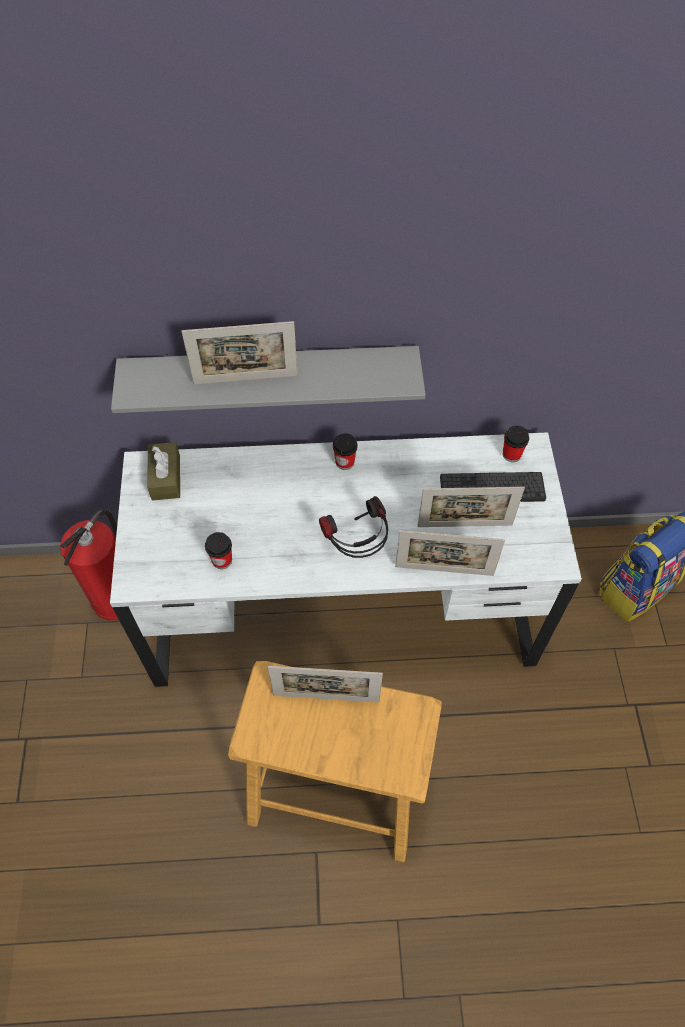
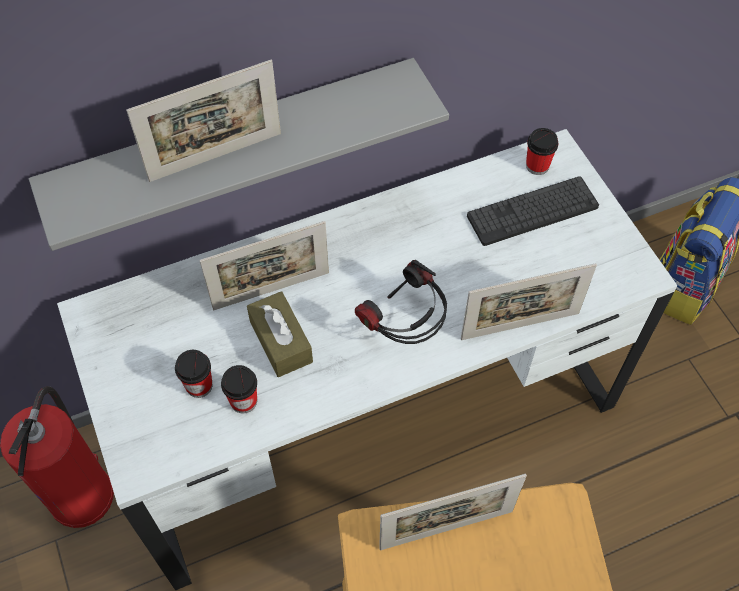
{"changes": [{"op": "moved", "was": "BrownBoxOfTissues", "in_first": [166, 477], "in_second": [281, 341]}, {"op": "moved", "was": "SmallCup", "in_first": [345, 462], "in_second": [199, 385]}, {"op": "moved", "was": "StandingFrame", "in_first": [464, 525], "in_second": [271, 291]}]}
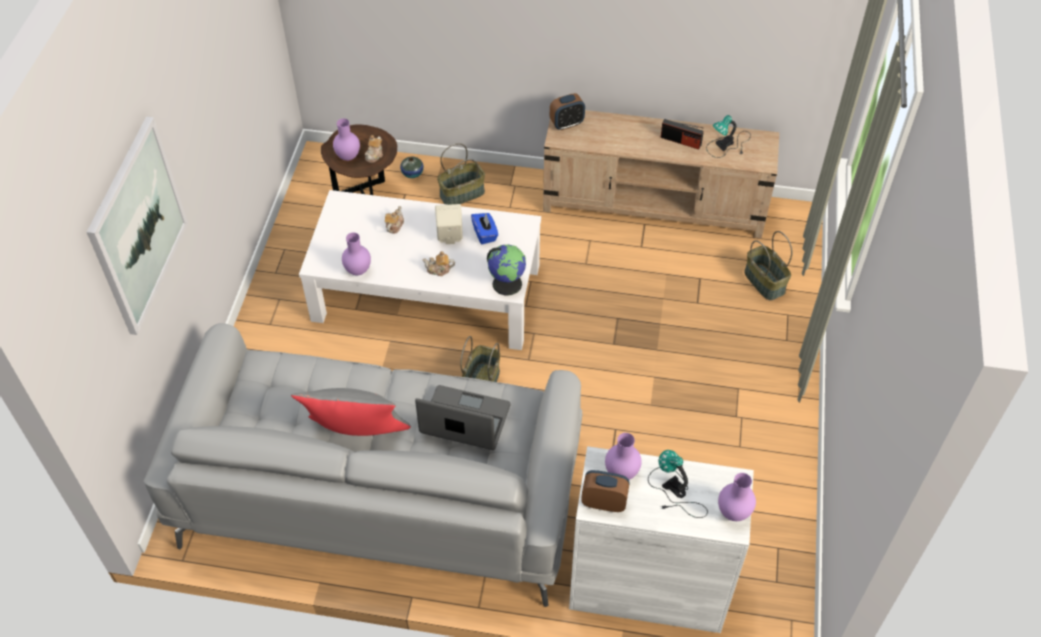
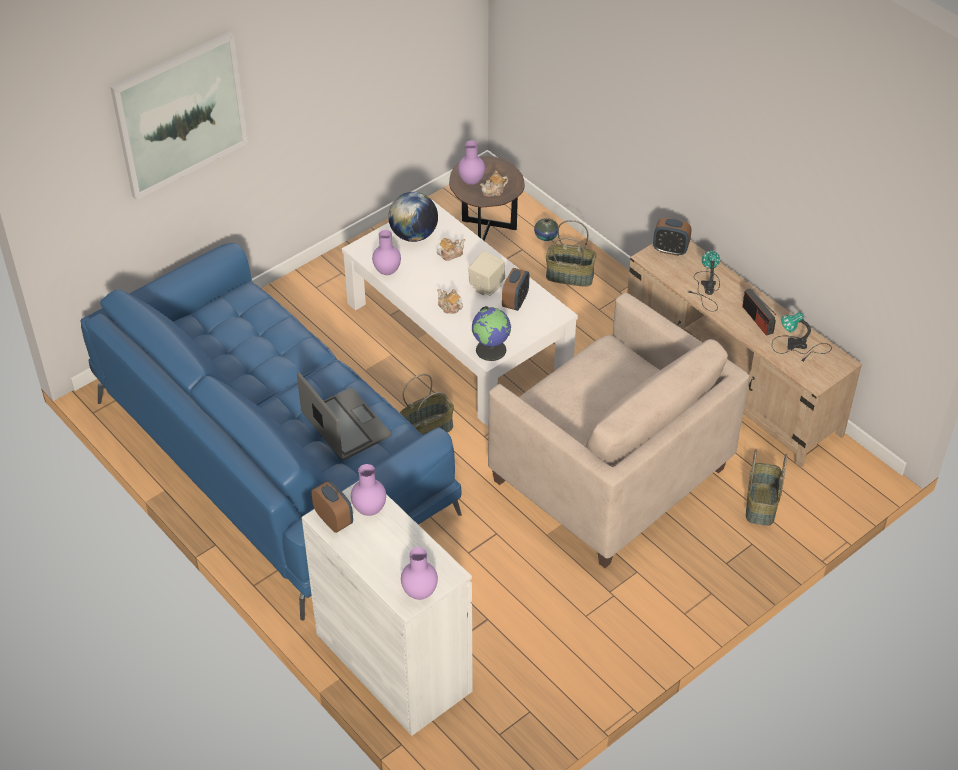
{"changes": [{"op": "recoloured", "was": "GreyCouch", "now": "BlueCouch", "in_first": [379, 489], "in_second": [271, 455]}, {"op": "removed", "was": "GreyThrowPillow", "in_first": [356, 434]}, {"op": "replaced", "was": "BlueBoxOfTissues", "now": "TableClock", "in_first": [485, 234], "in_second": [515, 302]}, {"op": "moved", "was": "TableLamp", "in_first": [675, 492], "in_second": [706, 289]}, {"op": "added", "now": "DeskGlobe", "in_second": [413, 235]}, {"op": "added", "now": "BeigeEasyChair", "in_second": [610, 473]}]}
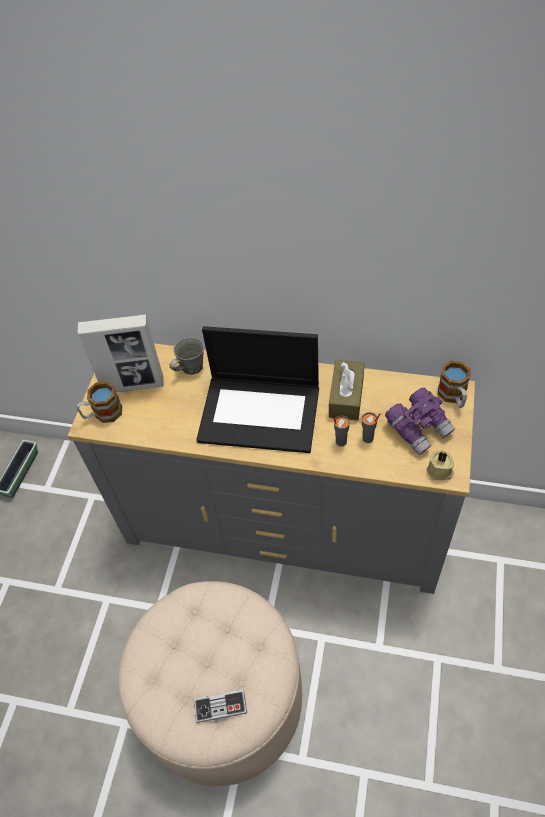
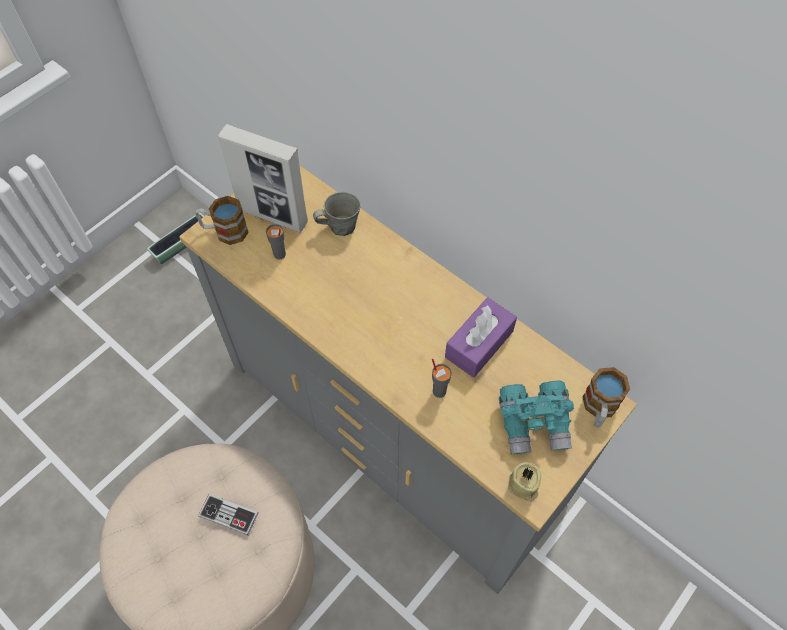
{"changes": [{"op": "moved", "was": "Gamepad", "in_first": [220, 706], "in_second": [229, 515]}, {"op": "removed", "was": "PortableComputer", "in_first": [261, 413]}, {"op": "recoloured", "was": "BrownBoxOfTissues", "now": "PurpleBoxOfTissues", "in_first": [346, 397], "in_second": [479, 344]}, {"op": "moved", "was": "GreySmallCup", "in_first": [368, 438], "in_second": [279, 254]}, {"op": "recoloured", "was": "PurplePairOfBinoculars", "now": "TurquoisePairOfBinoculars", "in_first": [419, 428], "in_second": [534, 423]}]}
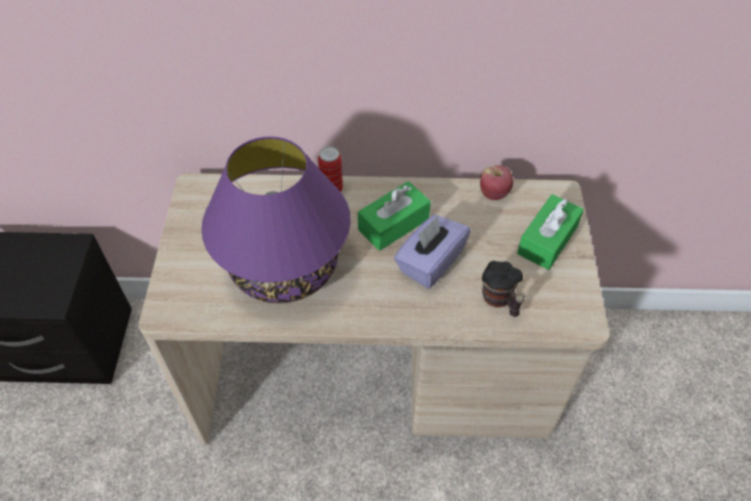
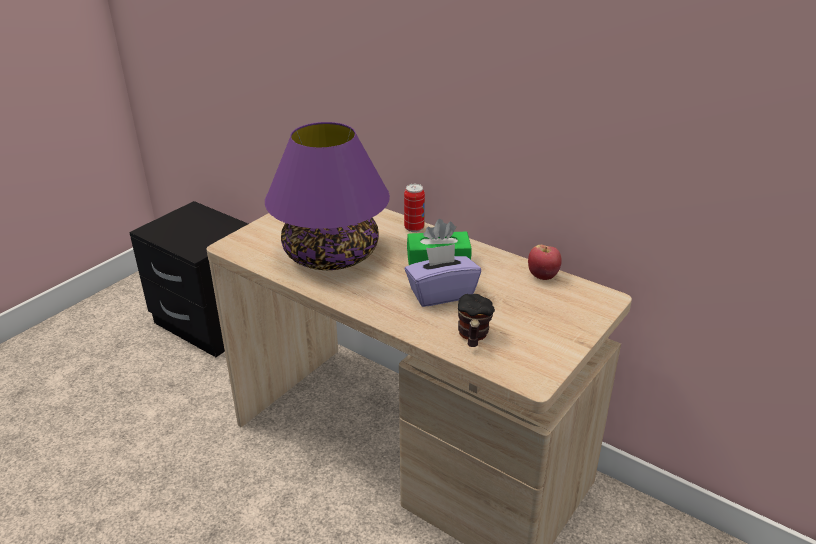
{"changes": [{"op": "removed", "was": "GreenBoxOfTissues", "in_first": [547, 240]}]}
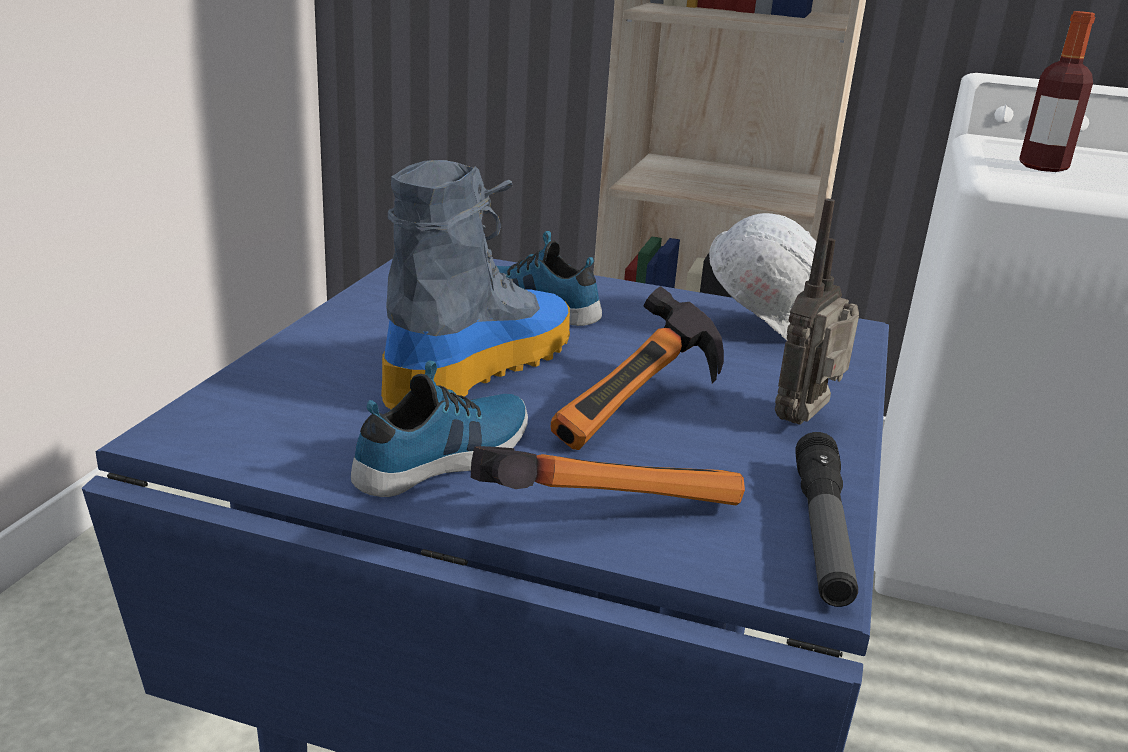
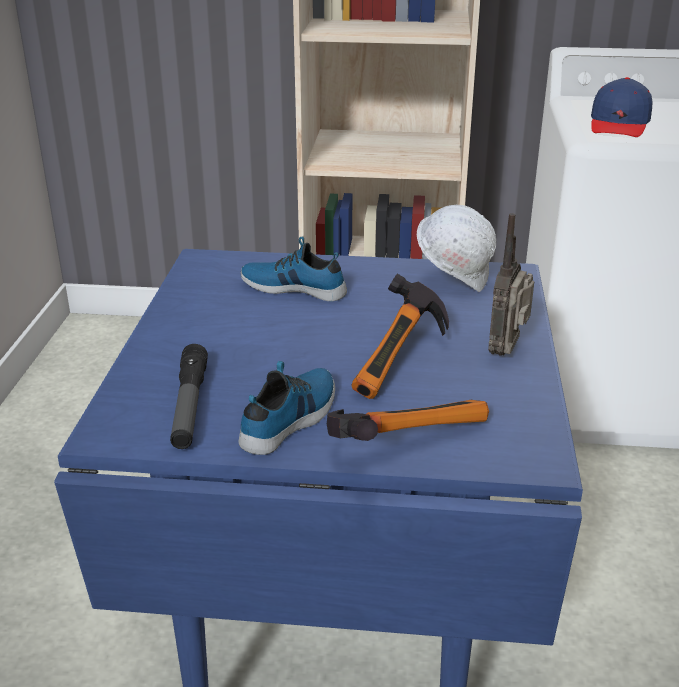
{"changes": [{"op": "removed", "was": "Boot", "in_first": [480, 366]}, {"op": "moved", "was": "Flashlight", "in_first": [822, 532], "in_second": [189, 406]}, {"op": "replaced", "was": "DrinkBottle", "now": "BlueCap", "in_first": [1043, 167], "in_second": [619, 124]}]}
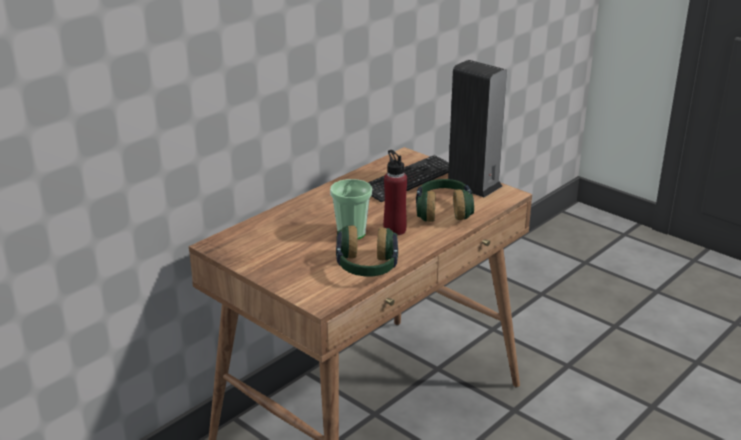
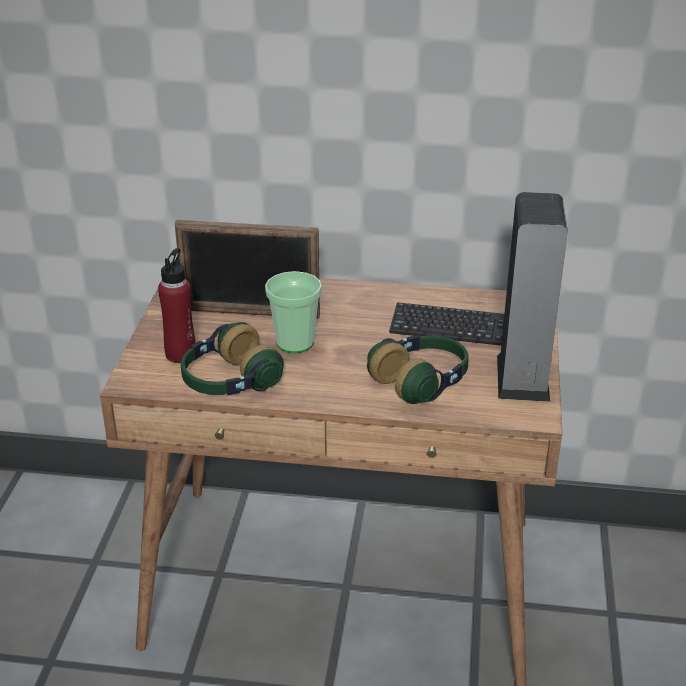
{"changes": [{"op": "moved", "was": "RedDrinkBottle", "in_first": [394, 230], "in_second": [181, 354]}, {"op": "added", "now": "StandingFrame", "in_second": [250, 313]}]}
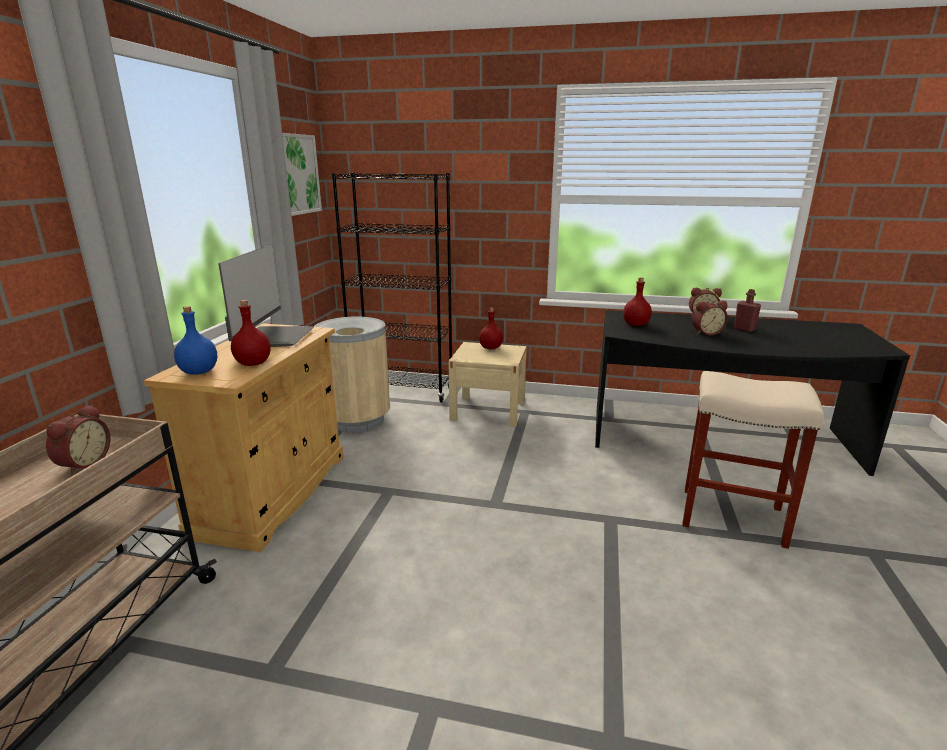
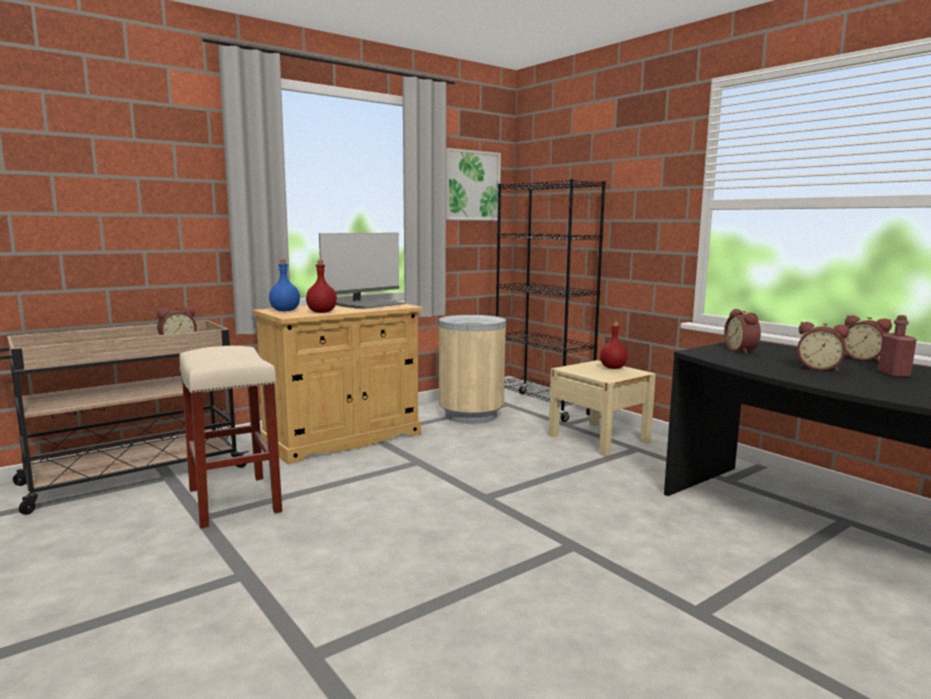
{"changes": [{"op": "replaced", "was": "RedDrinkBottle", "now": "TableClock", "in_first": [636, 324], "in_second": [742, 350]}, {"op": "moved", "was": "BeigeStoolSeat", "in_first": [730, 516], "in_second": [233, 500]}]}
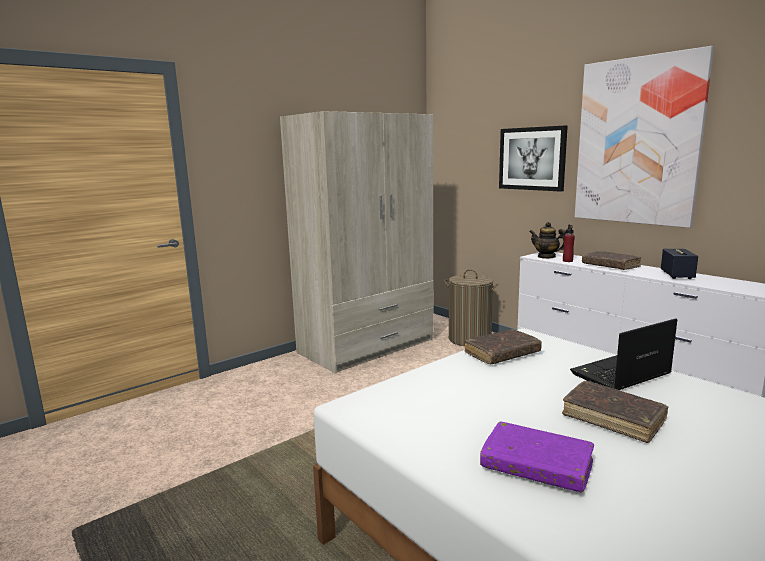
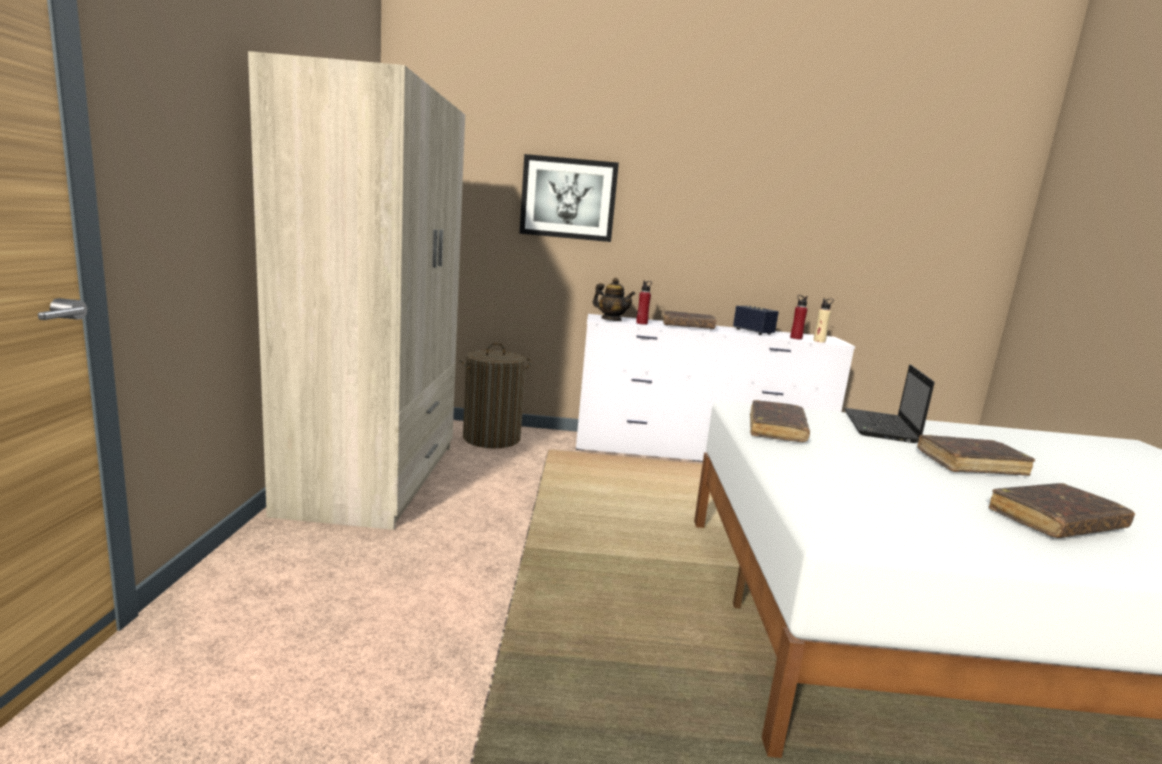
{"changes": [{"op": "recoloured", "was": "PurpleBoundBook", "now": "BrownBoundBook", "in_first": [536, 466], "in_second": [1055, 521]}, {"op": "turned", "was": "PotForTea", "in_first": [546, 257], "in_second": [611, 320], "clockwise": -135}, {"op": "removed", "was": "Picture", "in_first": [637, 142]}, {"op": "added", "now": "RedDrinkBottle", "in_second": [796, 338]}, {"op": "added", "now": "BeigeDrinkBottle", "in_second": [819, 341]}]}
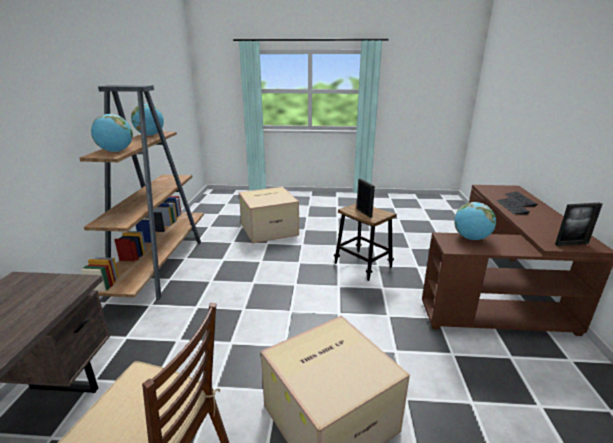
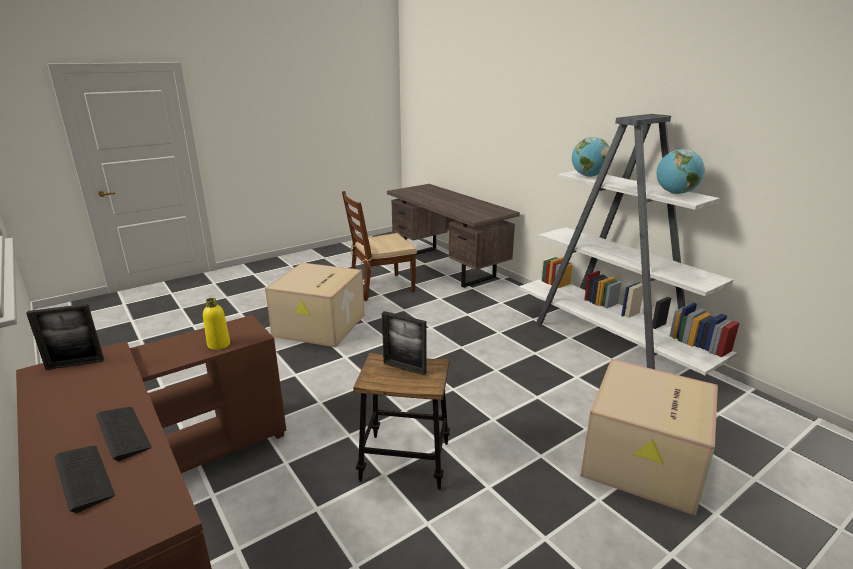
{"changes": [{"op": "recoloured", "was": "BrownBookshelf", "now": "WhitishBookshelf", "in_first": [160, 265], "in_second": [610, 342]}, {"op": "replaced", "was": "DeskGlobe", "now": "YellowishDrinkBottle", "in_first": [471, 238], "in_second": [219, 344]}, {"op": "turned", "was": "StandingFrame", "in_first": [571, 244], "in_second": [75, 364], "clockwise": -150}]}
